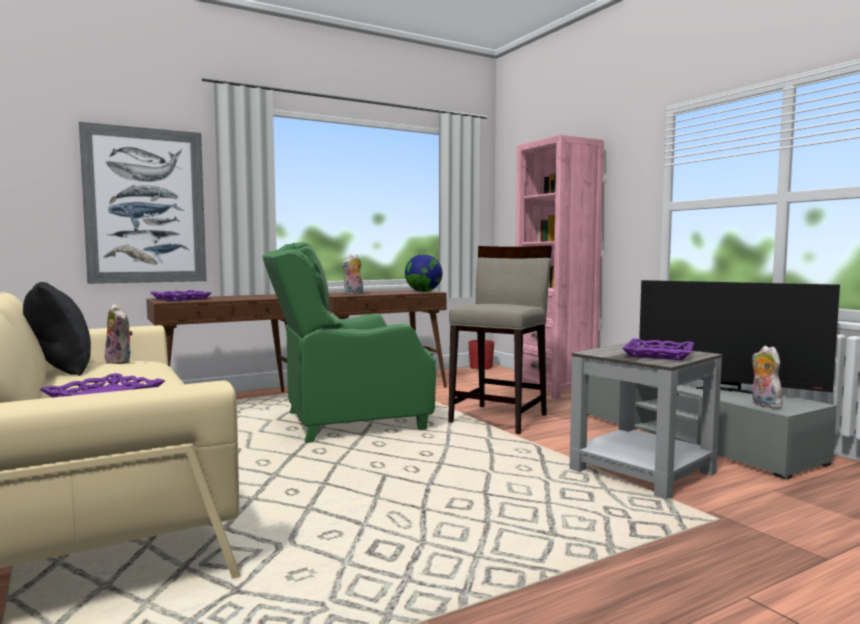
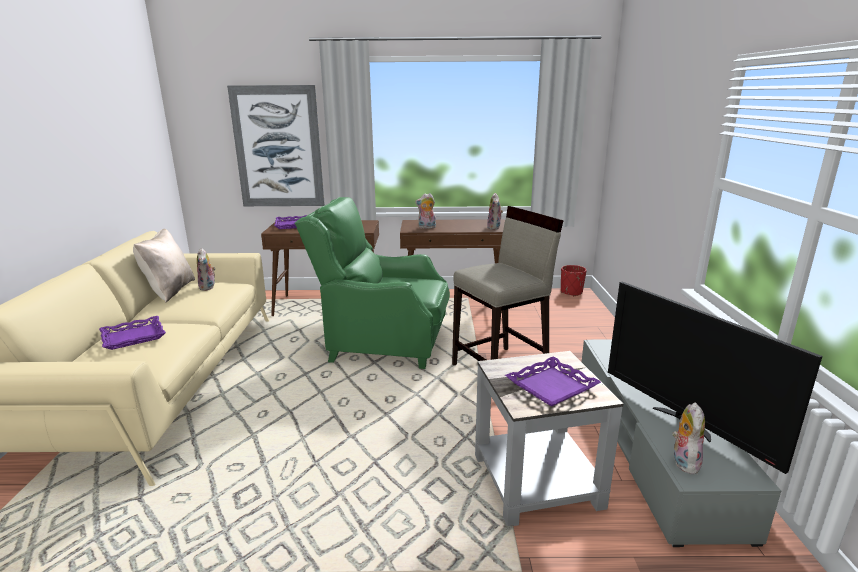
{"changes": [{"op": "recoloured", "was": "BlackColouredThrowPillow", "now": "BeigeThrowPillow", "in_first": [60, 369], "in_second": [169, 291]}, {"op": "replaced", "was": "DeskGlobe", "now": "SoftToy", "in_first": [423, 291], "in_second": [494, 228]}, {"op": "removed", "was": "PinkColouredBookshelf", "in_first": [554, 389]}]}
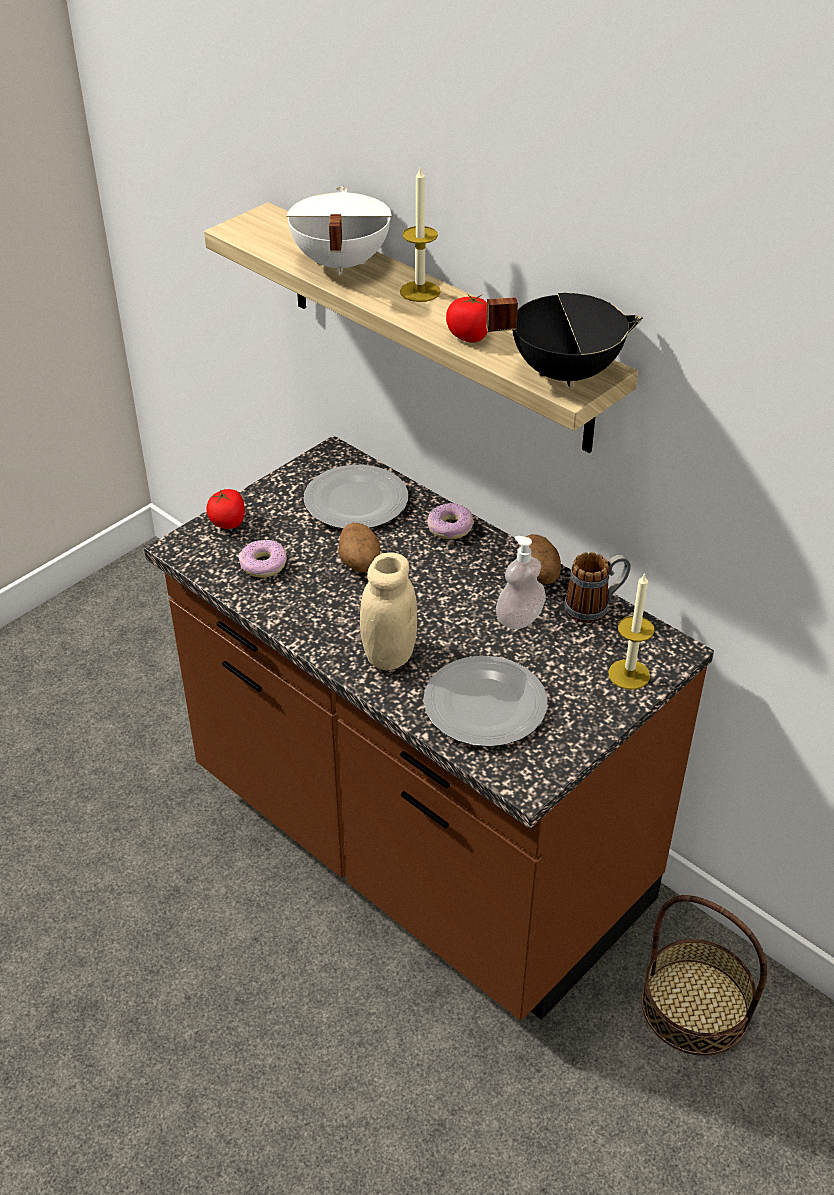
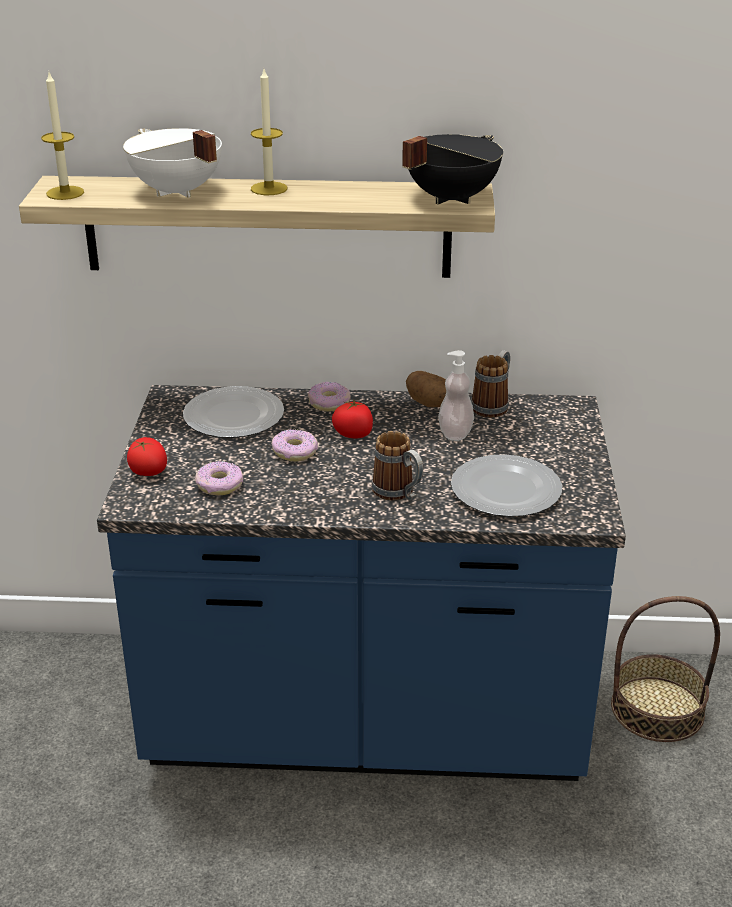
{"changes": [{"op": "recoloured", "was": "BrownKitchenBaseUnit", "now": "BlueKitchenBaseUnit", "in_first": [417, 844], "in_second": [366, 725]}, {"op": "replaced", "was": "Potato", "now": "Donut", "in_first": [360, 564], "in_second": [295, 451]}, {"op": "replaced", "was": "BeigeStorageJar", "now": "CoffeeMug", "in_first": [389, 655], "in_second": [399, 494]}, {"op": "moved", "was": "WholeTomato", "in_first": [469, 336], "in_second": [353, 434]}, {"op": "moved", "was": "WaxCandle", "in_first": [629, 674], "in_second": [65, 193]}]}
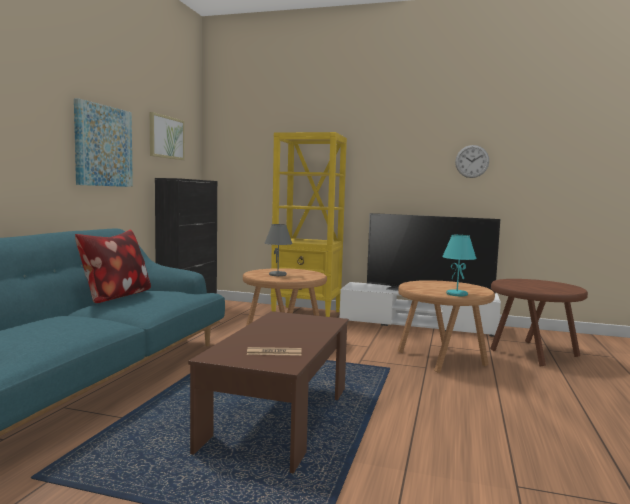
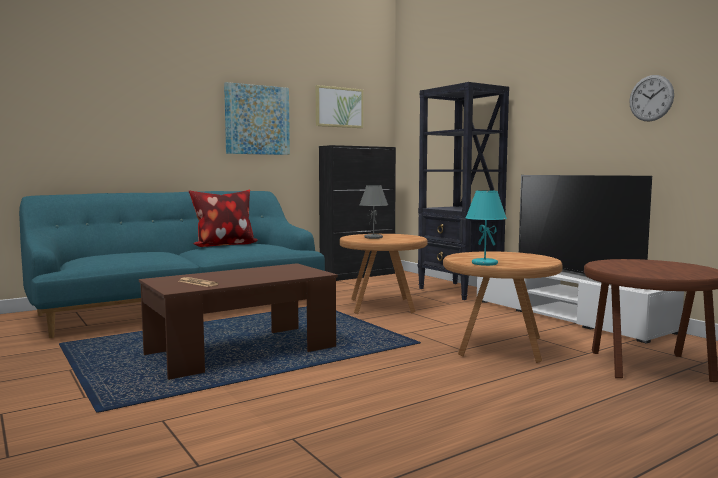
{"changes": [{"op": "recoloured", "was": "YellowishBookshelf", "now": "BlackColouredBookshelf", "in_first": [307, 314], "in_second": [459, 291]}]}
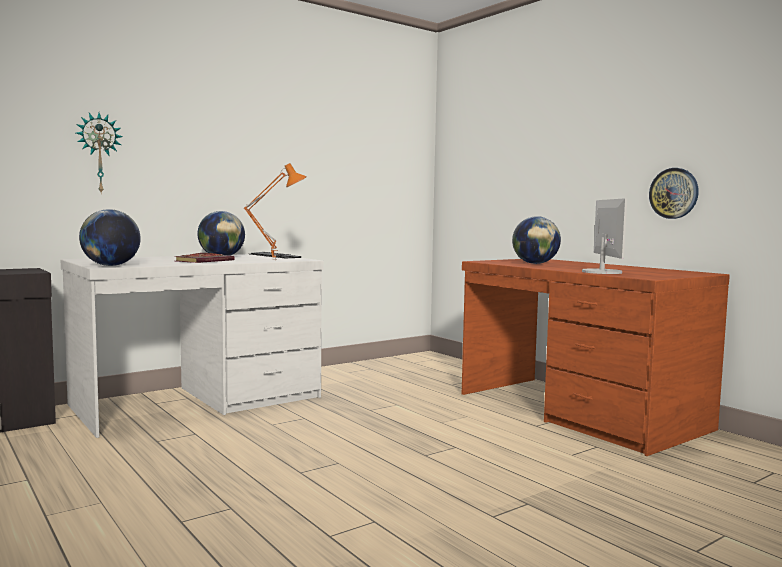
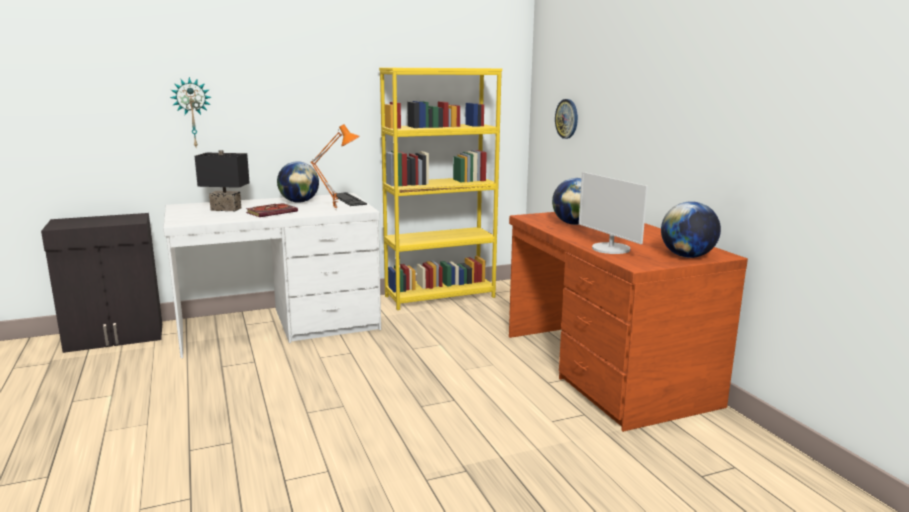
{"changes": [{"op": "moved", "was": "DeskGlobe", "in_first": [111, 265], "in_second": [687, 256]}, {"op": "turned", "was": "ComputerScreen", "in_first": [602, 272], "in_second": [610, 249], "clockwise": 135}, {"op": "moved", "was": "HangingClock", "in_first": [674, 193], "in_second": [567, 118]}, {"op": "added", "now": "BlackColouredTableLamp", "in_second": [227, 209]}, {"op": "added", "now": "YellowishBookshelf", "in_second": [440, 296]}]}
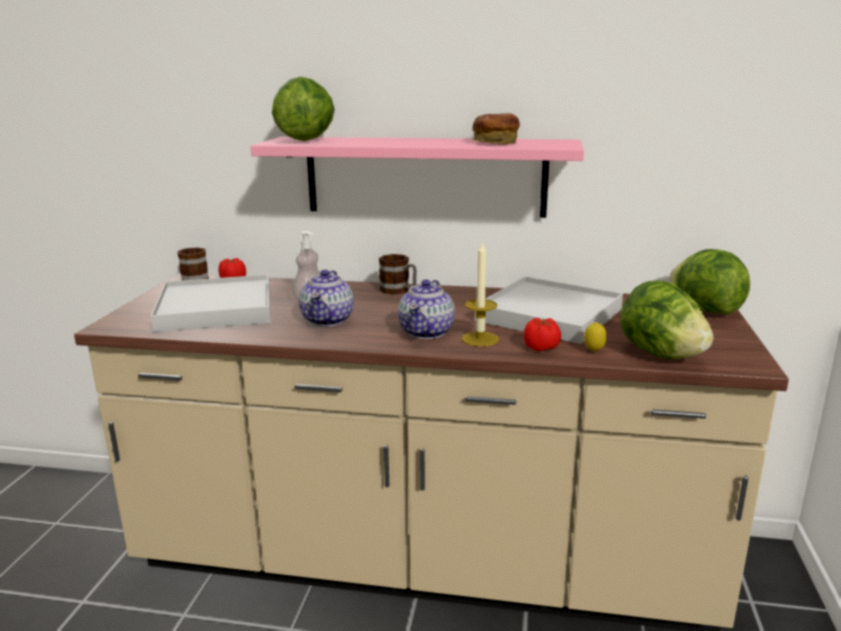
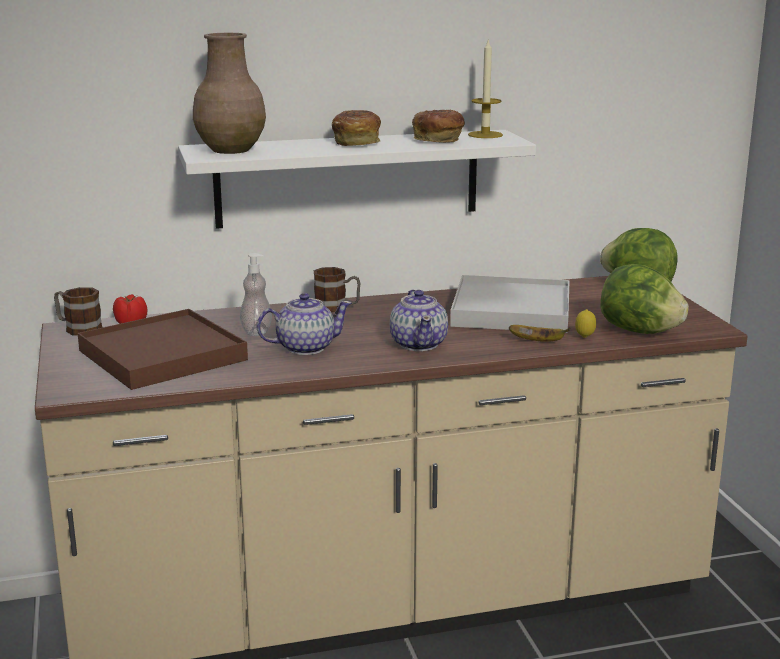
{"changes": [{"op": "recoloured", "was": "WhitishTray", "now": "BrownTray", "in_first": [216, 309], "in_second": [162, 355]}, {"op": "recoloured", "was": "PinkColouredBracketShelf", "now": "WhitishBracketShelf", "in_first": [425, 176], "in_second": [348, 178]}, {"op": "replaced", "was": "LettuceHead", "now": "BrownVase", "in_first": [305, 140], "in_second": [230, 150]}, {"op": "turned", "was": "PotForTea", "in_first": [328, 320], "in_second": [305, 347], "clockwise": -90}, {"op": "moved", "was": "WaxCandle", "in_first": [480, 339], "in_second": [485, 135]}, {"op": "replaced", "was": "WholeTomato", "now": "Banana", "in_first": [541, 348], "in_second": [538, 341]}, {"op": "added", "now": "BakeryBread", "in_second": [357, 142]}]}
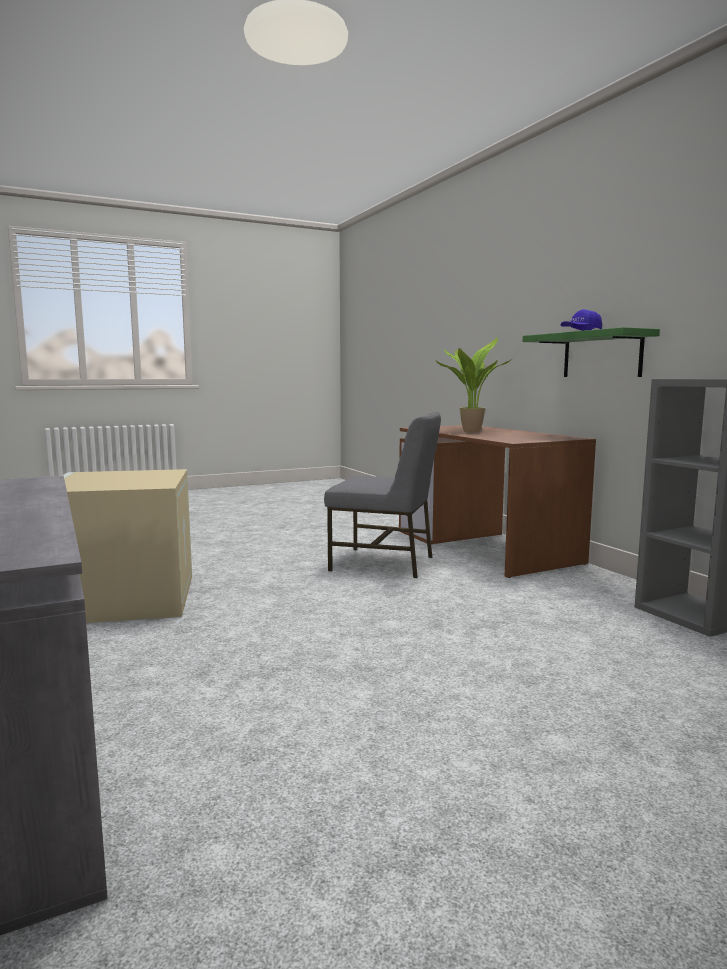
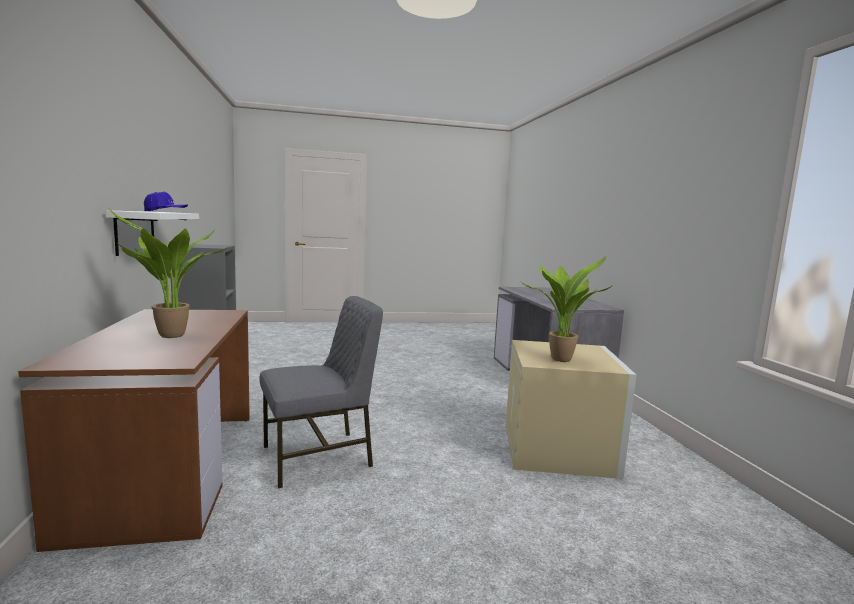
{"changes": [{"op": "turned", "was": "GreyPlainChair", "in_first": [384, 563], "in_second": [319, 457], "clockwise": 120}, {"op": "recoloured", "was": "GreenBracketShelf", "now": "WhitishBracketShelf", "in_first": [602, 355], "in_second": [135, 231]}, {"op": "added", "now": "PottedPlant", "in_second": [560, 359]}]}
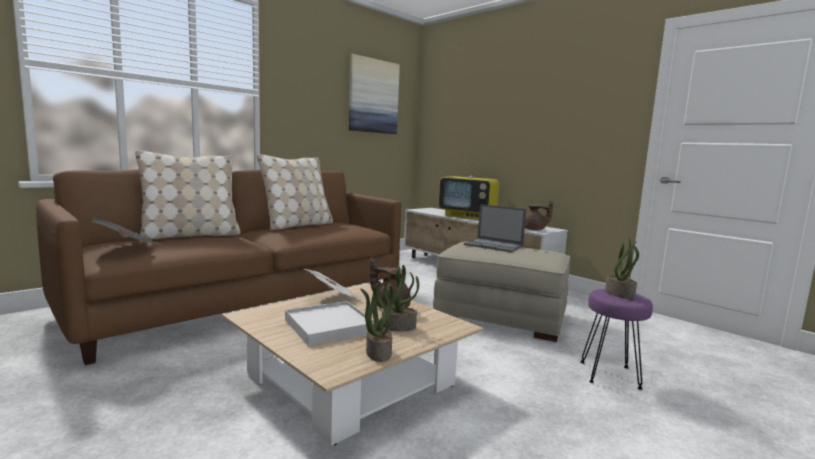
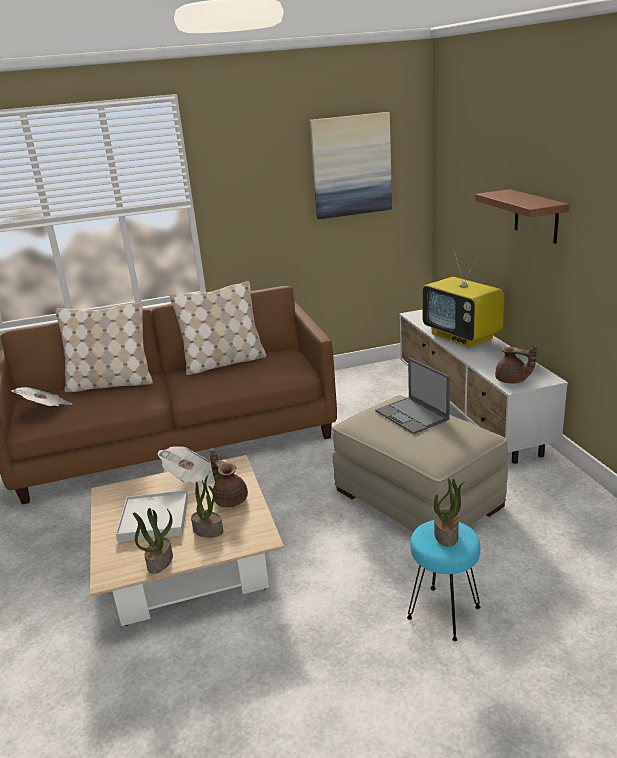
{"changes": [{"op": "recoloured", "was": "PurpleStoolSeat", "now": "TurquoiseStoolSeat", "in_first": [610, 375], "in_second": [444, 613]}, {"op": "added", "now": "BrownBracketShelf", "in_second": [536, 216]}]}
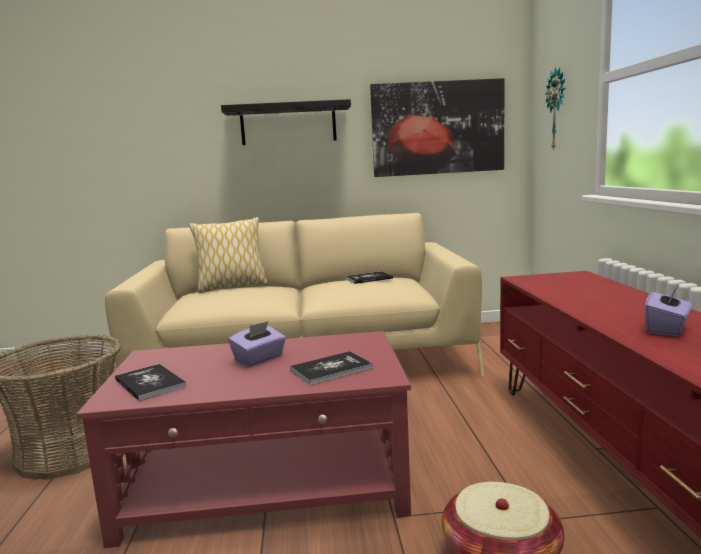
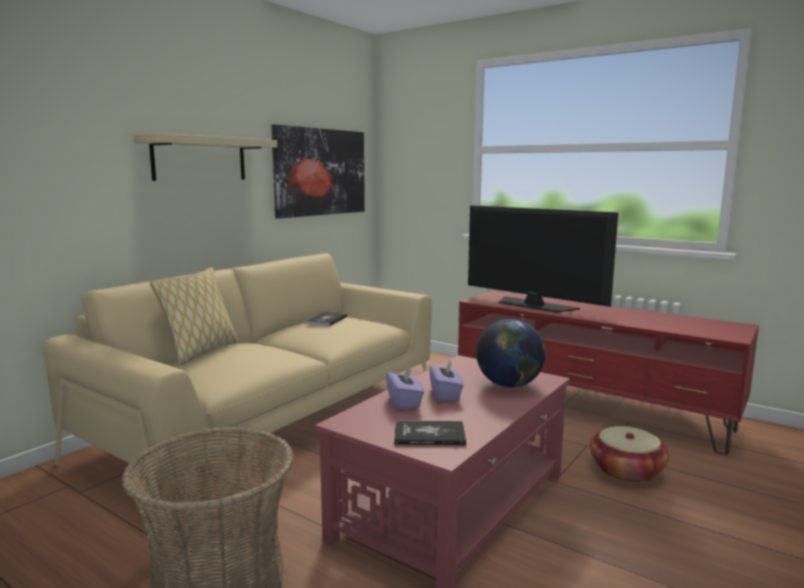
{"changes": [{"op": "recoloured", "was": "BlackColouredBracketShelf", "now": "BeigeBracketShelf", "in_first": [288, 124], "in_second": [200, 159]}, {"op": "replaced", "was": "BoundBook", "now": "DeskGlobe", "in_first": [331, 369], "in_second": [509, 385]}, {"op": "removed", "was": "HangingClock", "in_first": [557, 109]}, {"op": "moved", "was": "PurpleBoxOfTissues", "in_first": [667, 329], "in_second": [404, 402]}, {"op": "added", "now": "Tv", "in_second": [534, 305]}]}
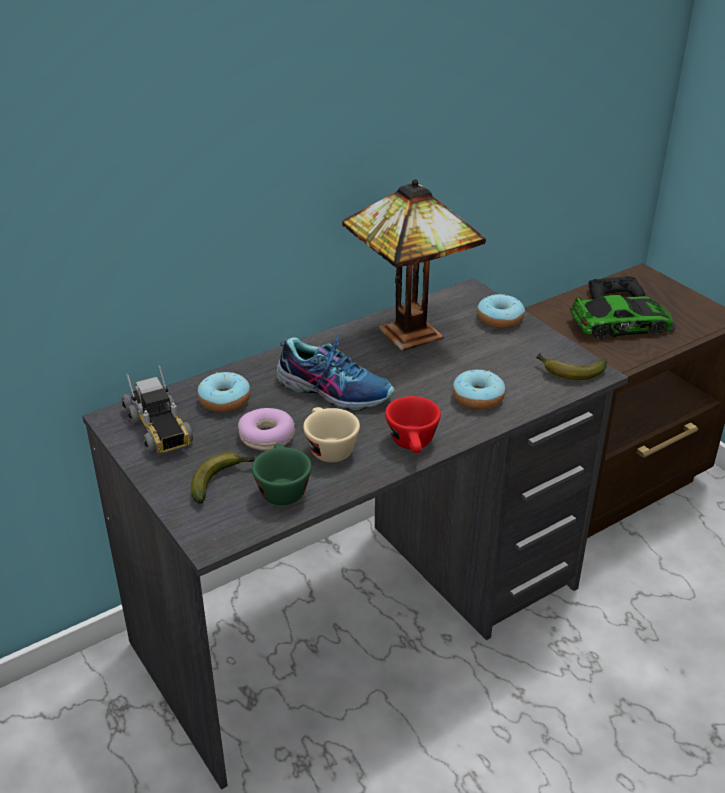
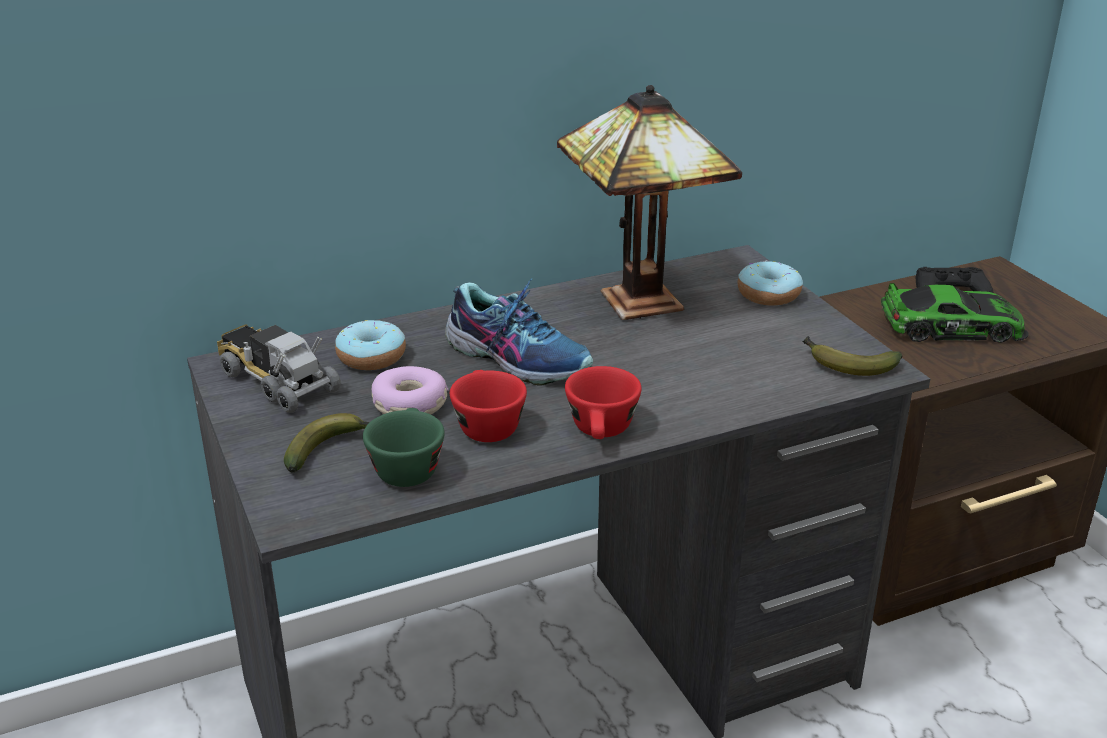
{"changes": [{"op": "turned", "was": "ModelTruck", "in_first": [159, 428], "in_second": [276, 381], "clockwise": 150}, {"op": "recoloured", "was": "BeigeSmallCup", "now": "RedSmallCup", "in_first": [328, 448], "in_second": [485, 424]}, {"op": "removed", "was": "Donut", "in_first": [478, 398]}]}
